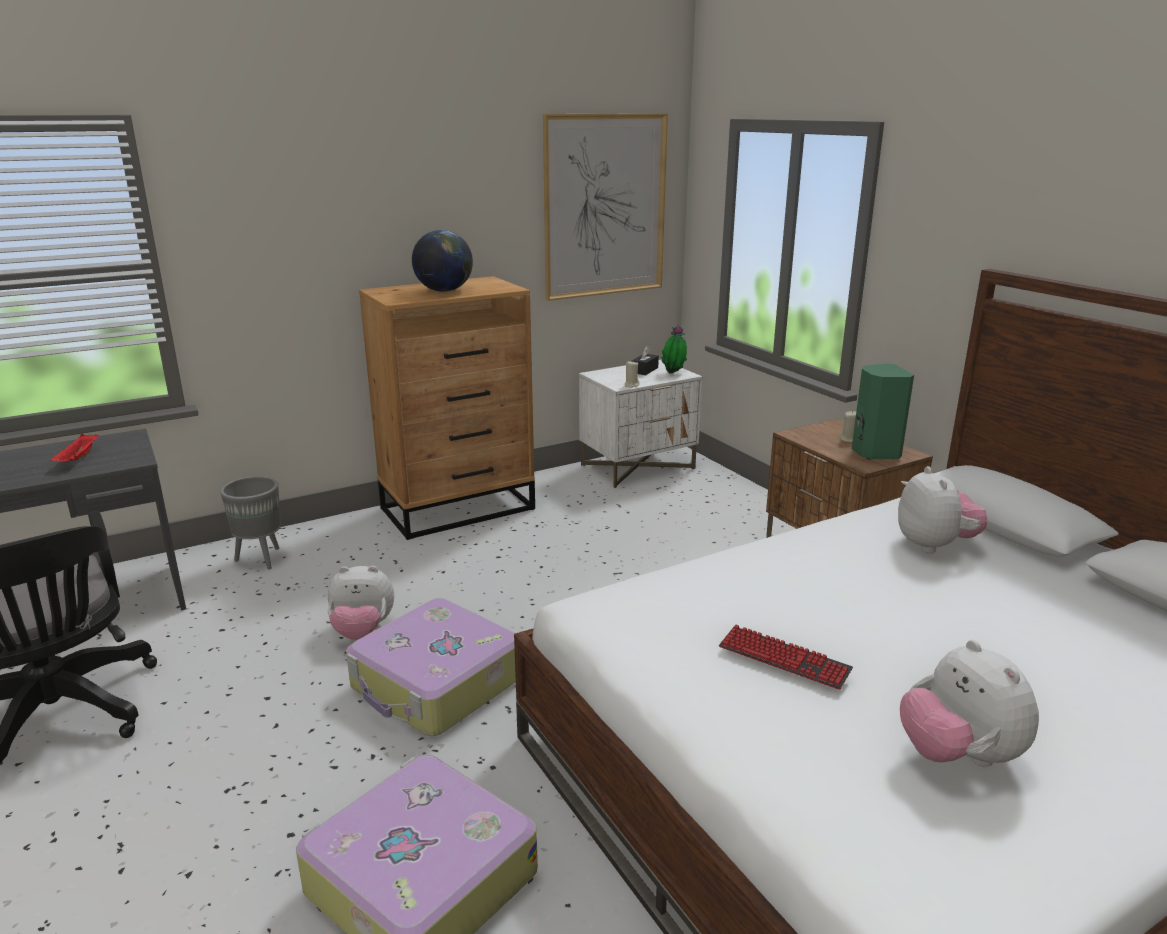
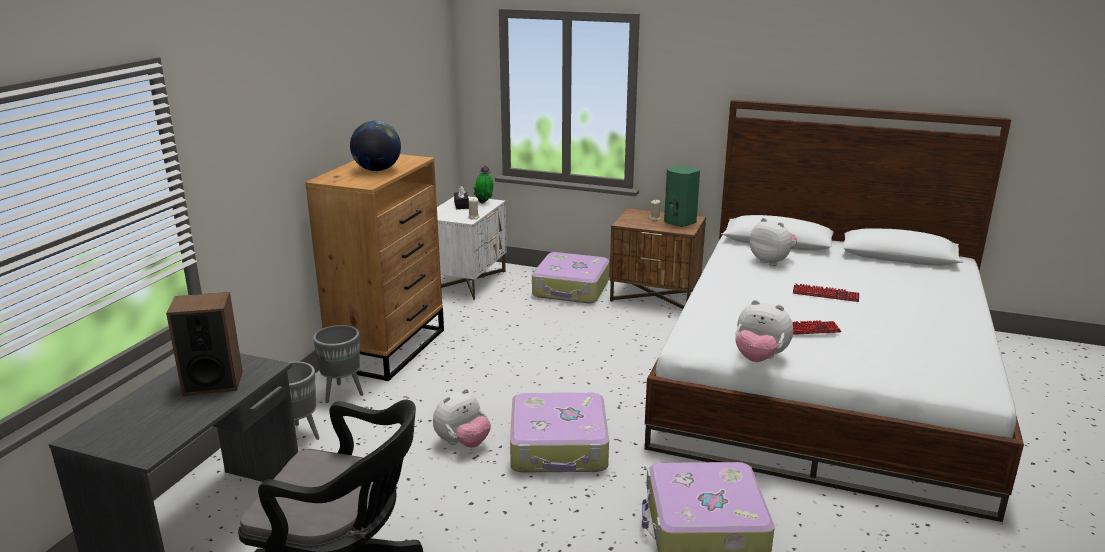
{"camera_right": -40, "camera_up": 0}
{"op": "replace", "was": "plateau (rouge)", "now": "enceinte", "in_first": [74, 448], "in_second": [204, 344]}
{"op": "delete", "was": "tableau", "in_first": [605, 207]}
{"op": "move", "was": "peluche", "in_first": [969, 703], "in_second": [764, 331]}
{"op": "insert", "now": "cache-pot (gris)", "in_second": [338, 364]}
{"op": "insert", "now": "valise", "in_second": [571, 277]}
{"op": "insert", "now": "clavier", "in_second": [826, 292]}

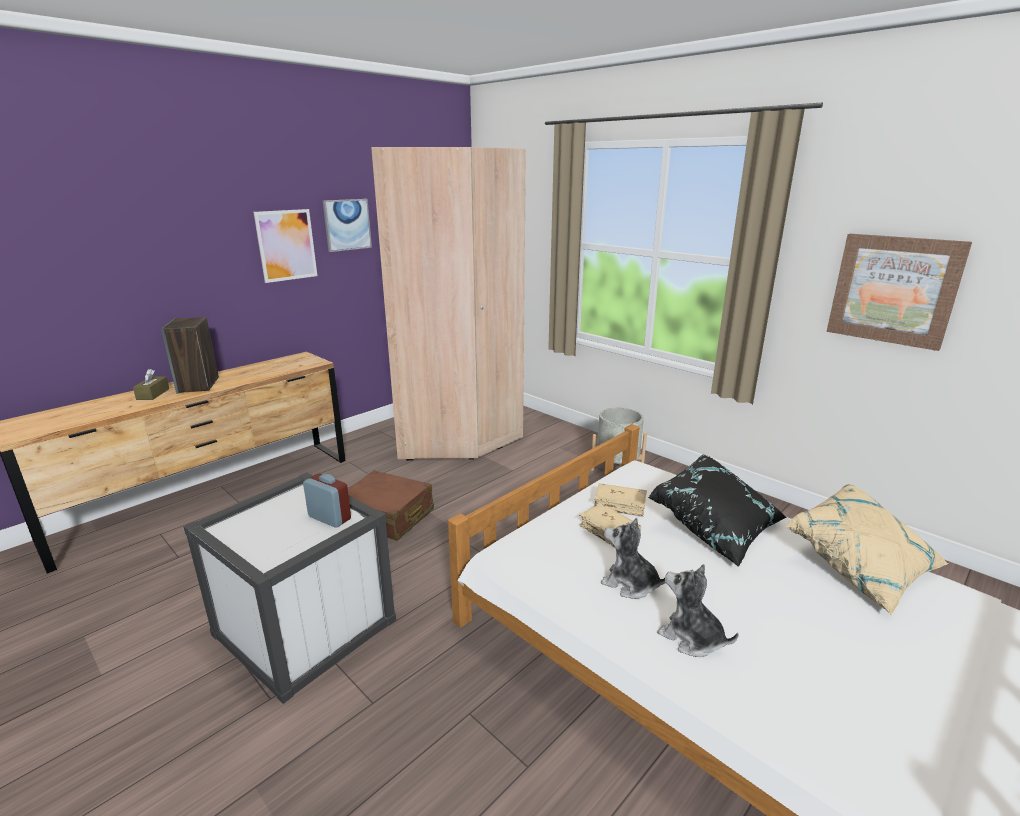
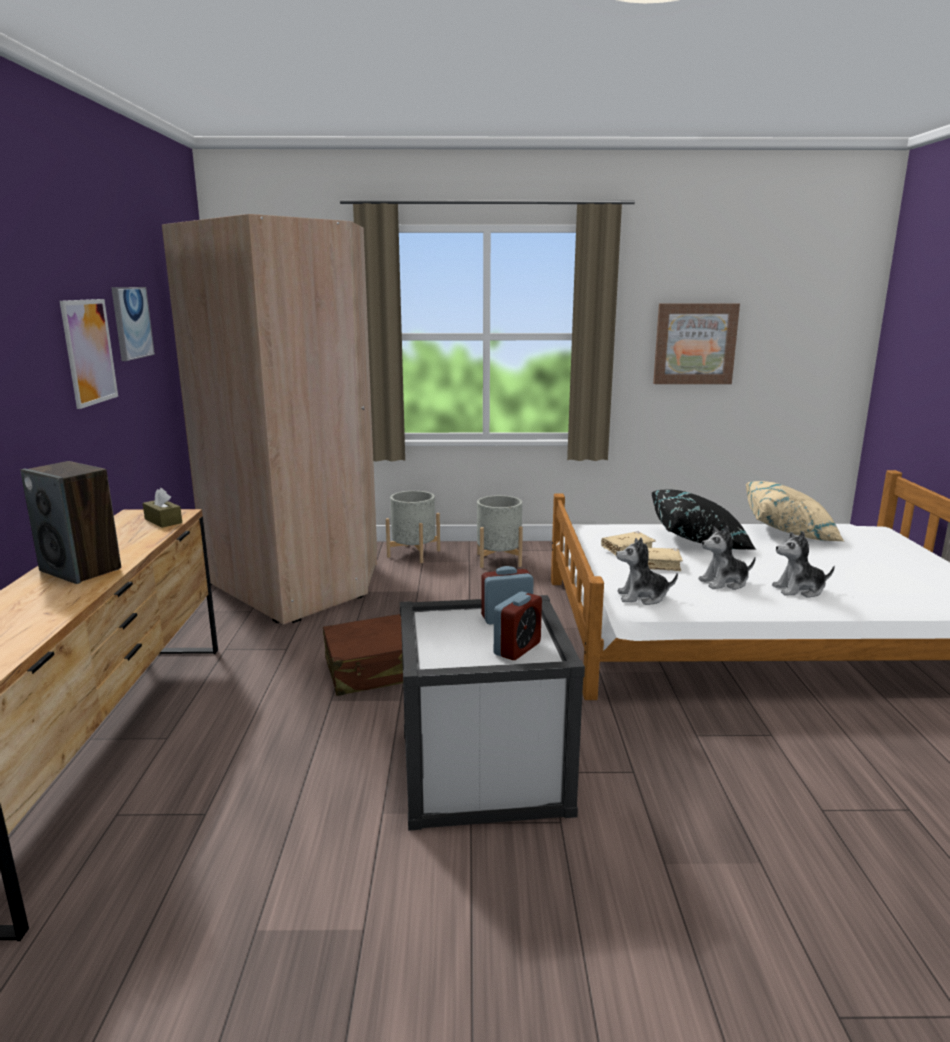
{"camera_right": -45, "camera_up": -5}
{"op": "move", "was": "boîte à mouchoirs (marron)", "in_first": [151, 384], "in_second": [162, 508]}
{"op": "insert", "now": "cache-pot (gris)", "in_second": [413, 527]}
{"op": "insert", "now": "réveil", "in_second": [518, 625]}
{"op": "insert", "now": "peluche", "in_second": [647, 571]}

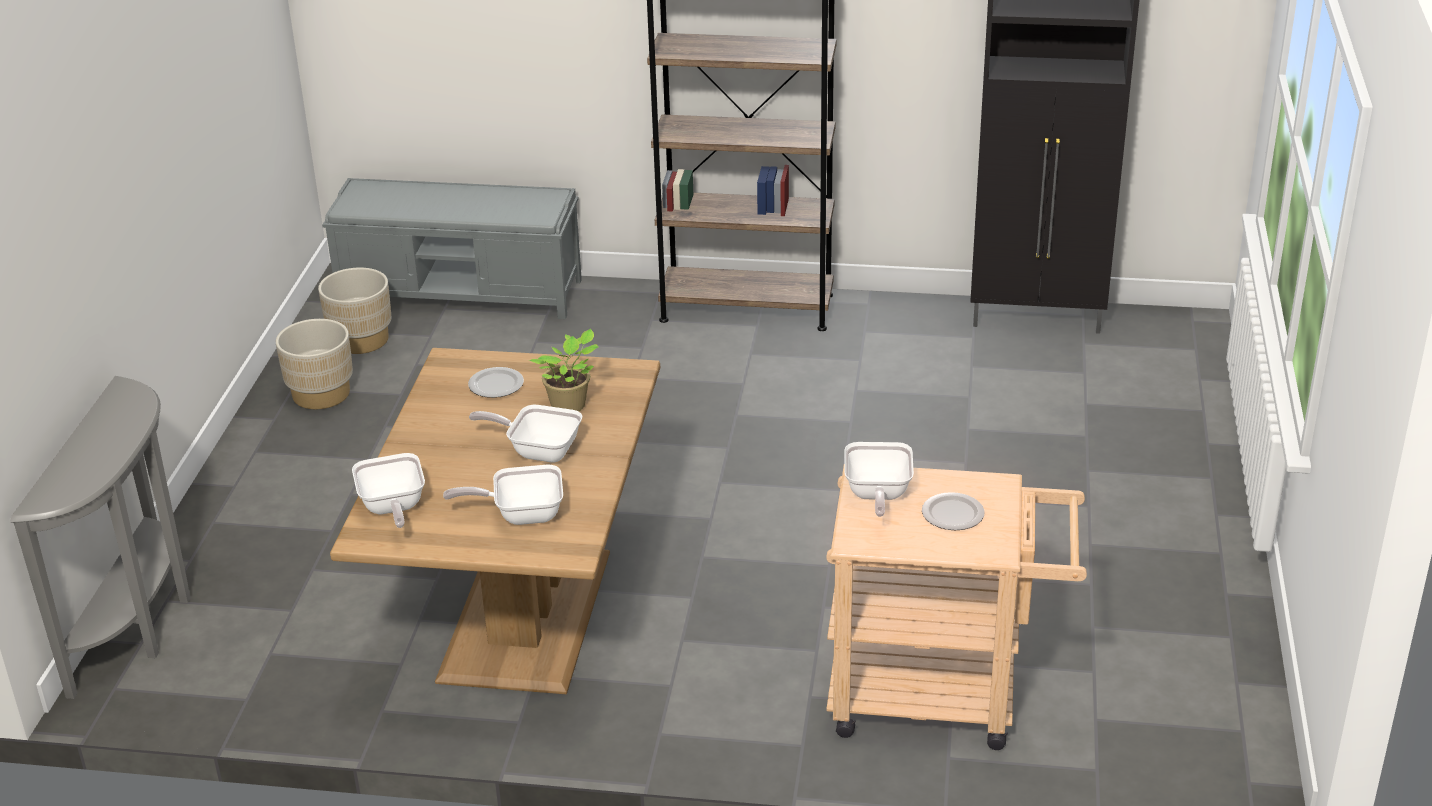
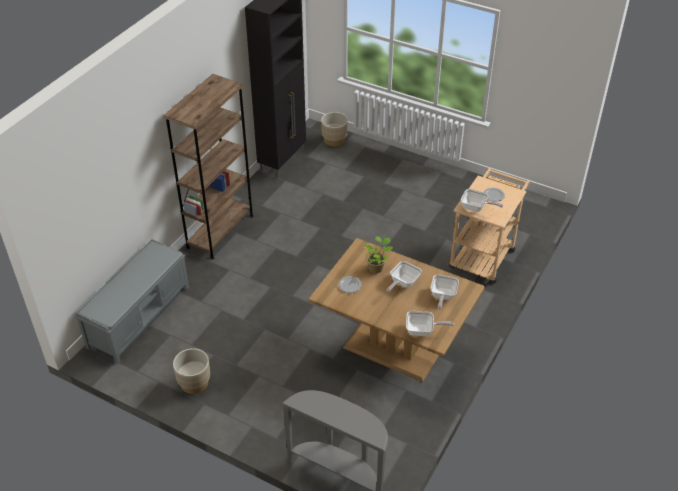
{"camera_right": -70, "camera_up": 10}
{"op": "move", "was": "cache-pot (beige)", "in_first": [355, 311], "in_second": [334, 129]}

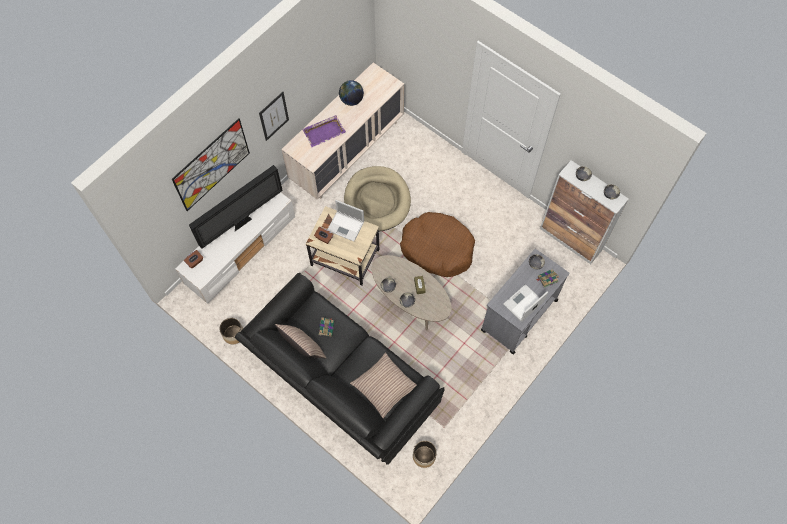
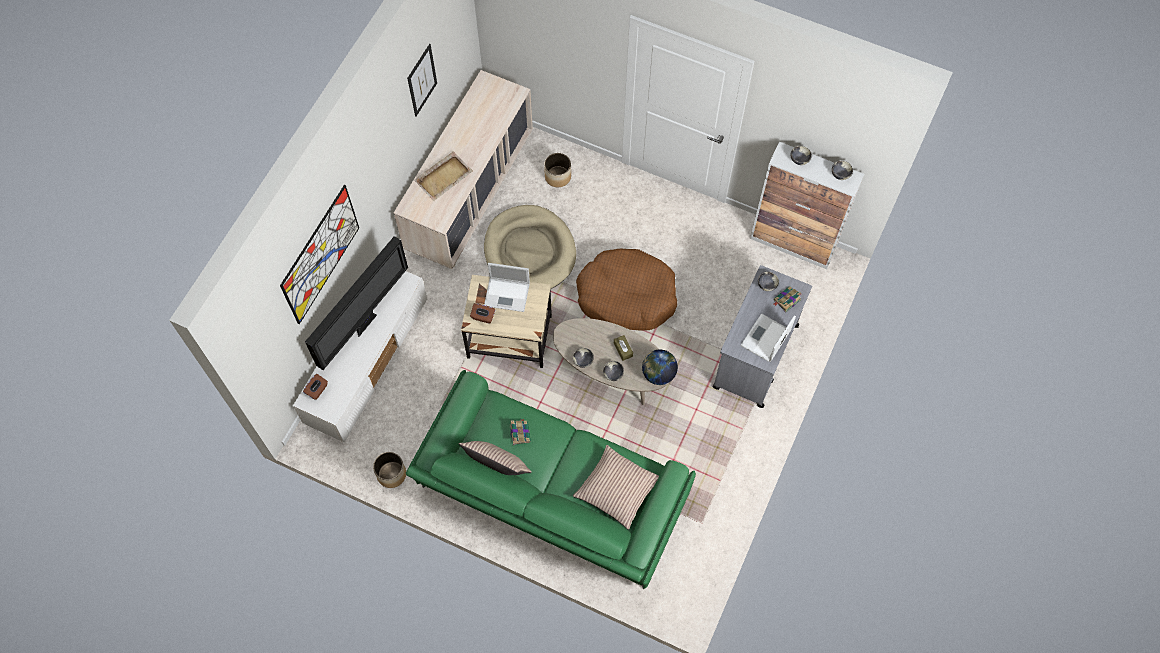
{"camera_right": -15, "camera_up": 0}
{"op": "recolor", "was": "canapé (noir)", "now": "canapé (vert)", "in_first": [339, 369], "in_second": [551, 479]}
{"op": "move", "was": "tableau", "in_first": [274, 116], "in_second": [422, 80]}
{"op": "recolor", "was": "plateau (violet)", "now": "plateau (beige)", "in_first": [324, 131], "in_second": [443, 176]}
{"op": "move", "was": "globe", "in_first": [351, 93], "in_second": [660, 367]}
{"op": "move", "was": "cache-pot", "in_first": [425, 454], "in_second": [557, 170]}

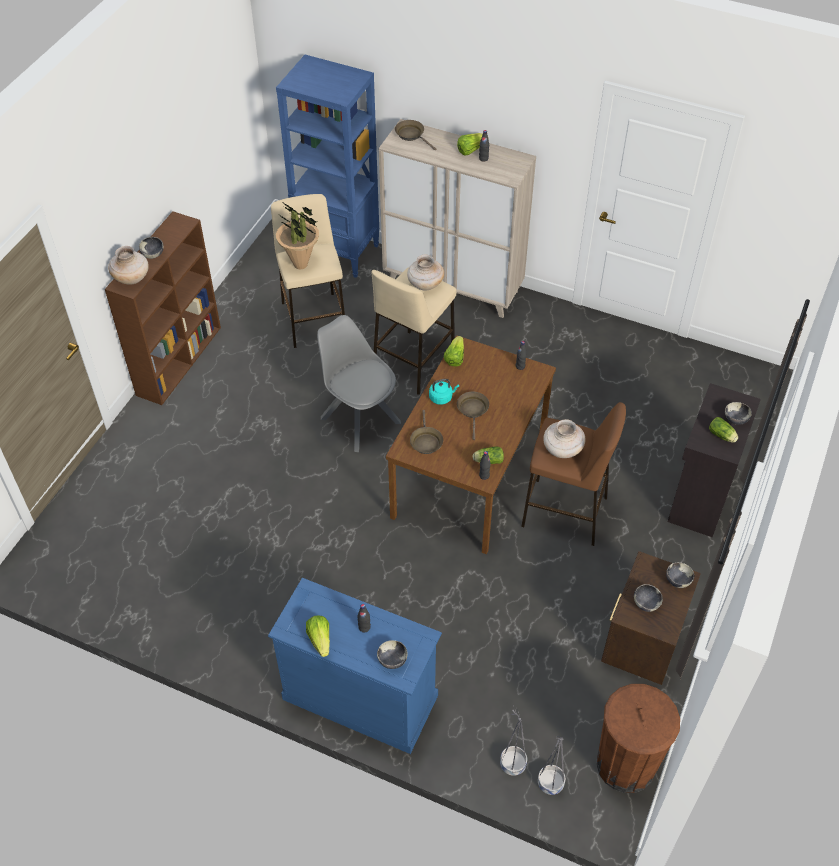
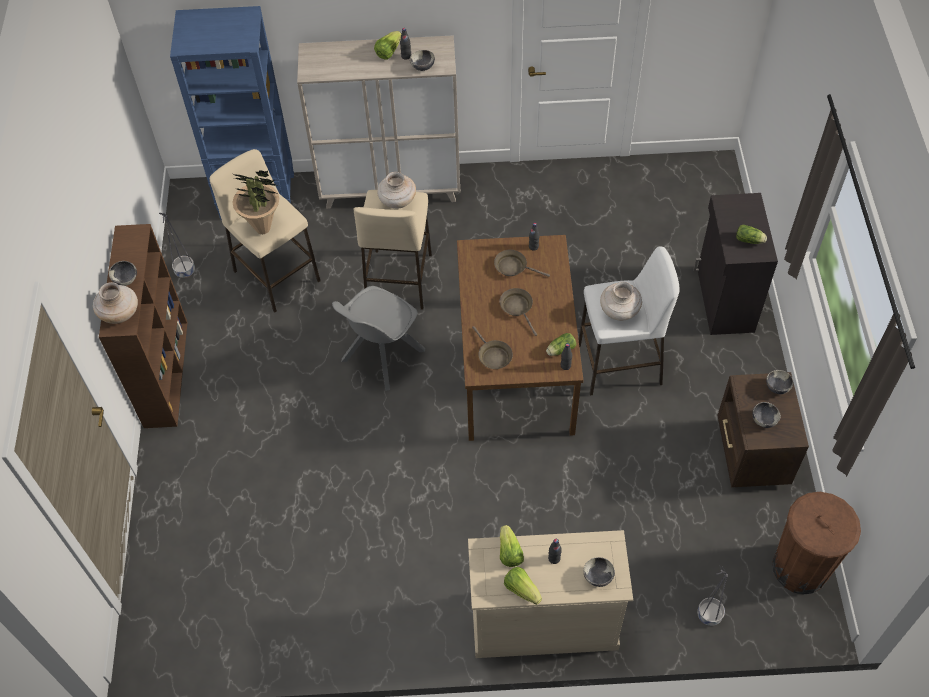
{"camera_right": -25, "camera_up": 5}
{"op": "recolor", "was": "commode (bleu)", "now": "commode (beige)", "in_first": [355, 666], "in_second": [550, 594]}
{"op": "rotate", "was": "chaise (gris)", "in_first": [359, 383], "in_second": [378, 338], "clockwise": -75}
{"op": "move", "was": "poêle (marron)", "in_first": [415, 135], "in_second": [522, 263]}
{"op": "delete", "was": "bouilloire (turquoise)", "in_first": [444, 392]}
{"op": "move", "was": "laitue", "in_first": [454, 351], "in_second": [512, 546]}
{"op": "recolor", "was": "tabouret (marron)", "now": "tabouret (blanc)", "in_first": [573, 474], "in_second": [629, 321]}
{"op": "move", "was": "cache-pot (gris)", "in_first": [552, 765], "in_second": [177, 245]}
{"op": "move", "was": "bol", "in_first": [738, 413], "in_second": [422, 60]}

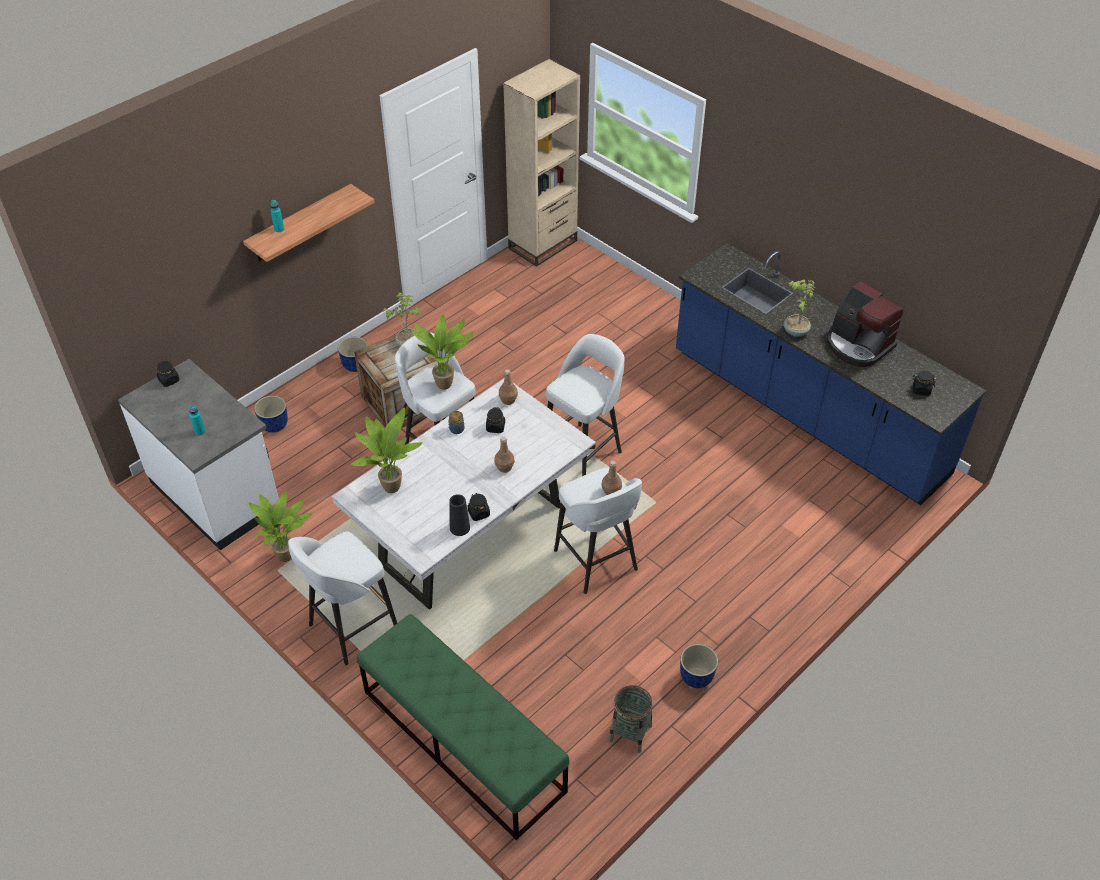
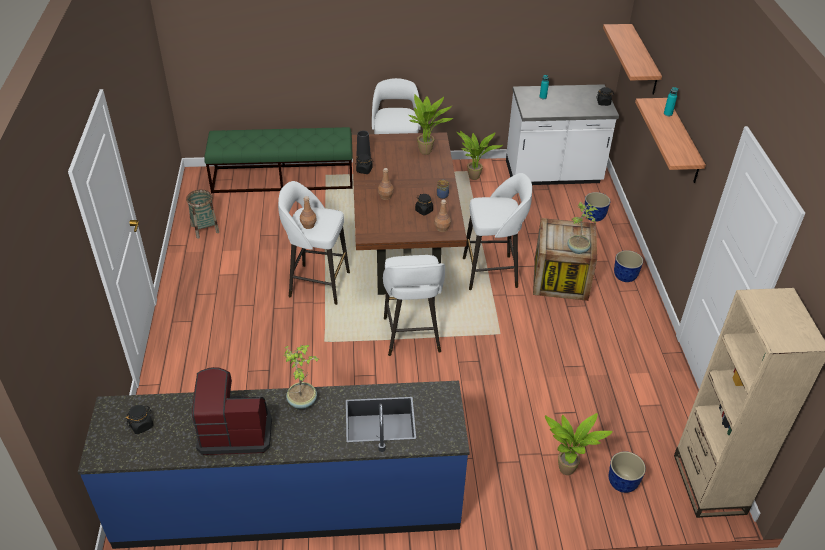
{"camera_right": 130, "camera_up": -5}
{"op": "recolor", "was": "table à manger (blanc)", "now": "table à manger (marron)", "in_first": [464, 494], "in_second": [409, 213]}
{"op": "move", "was": "plante en pot", "in_first": [442, 352], "in_second": [579, 444]}
{"op": "move", "was": "cache-pot", "in_first": [699, 666], "in_second": [627, 472]}
{"op": "insert", "now": "étagère", "in_second": [632, 59]}

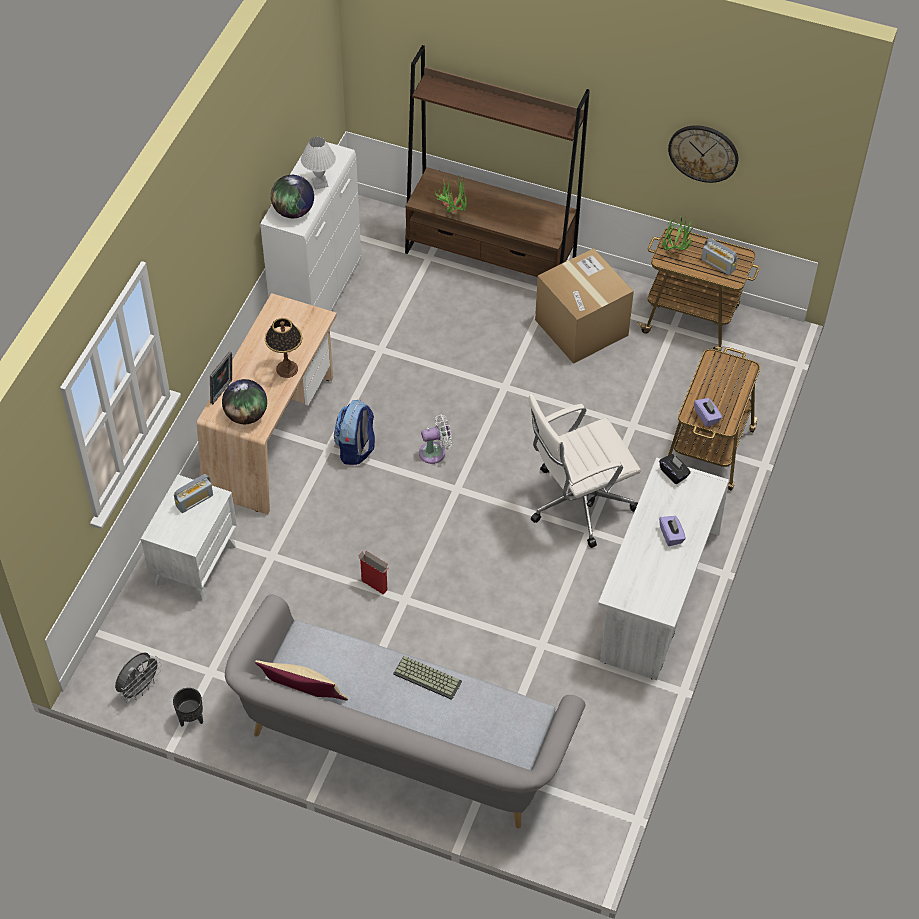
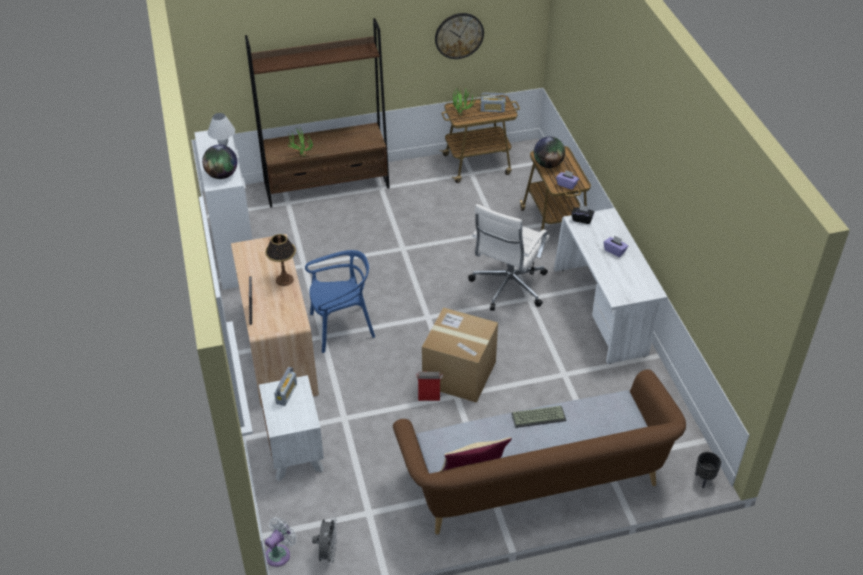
{"camera_right": -35, "camera_up": -10}
{"op": "move", "was": "cache-pot (noir)", "in_first": [188, 707], "in_second": [708, 470]}
{"op": "move", "was": "globe", "in_first": [244, 401], "in_second": [549, 152]}
{"op": "recolor", "was": "canapé (gris)", "now": "canapé (marron)", "in_first": [405, 712], "in_second": [539, 451]}
{"op": "replace", "was": "sac à dos", "now": "chaise (bleu)", "in_first": [354, 432], "in_second": [340, 301]}
{"op": "move", "was": "ventilateur (blanc)", "in_first": [435, 439], "in_second": [280, 542]}
{"op": "move", "was": "carton", "in_first": [584, 306], "in_second": [460, 355]}

